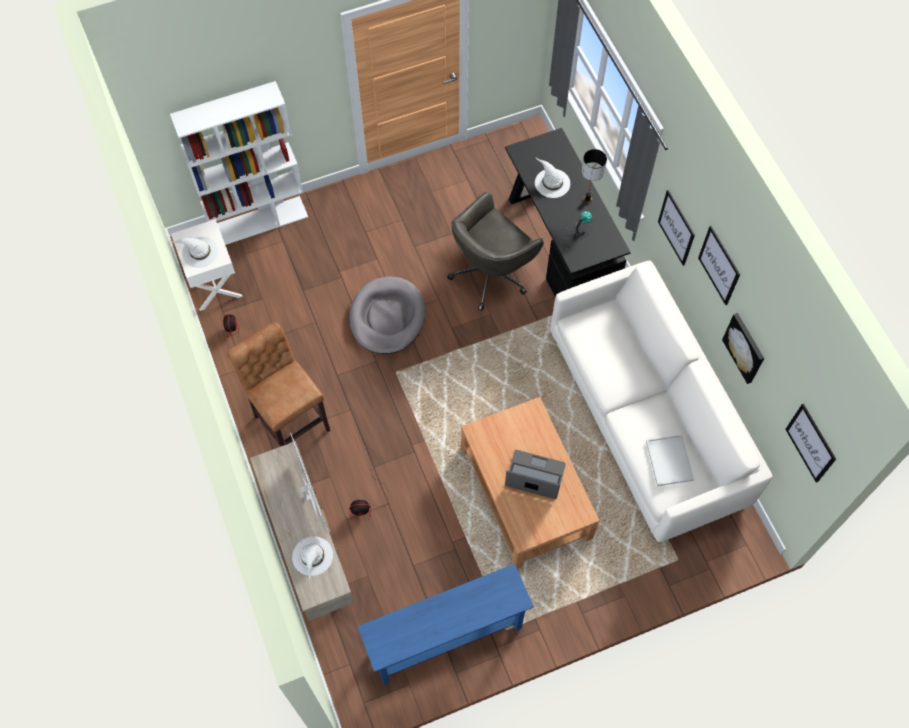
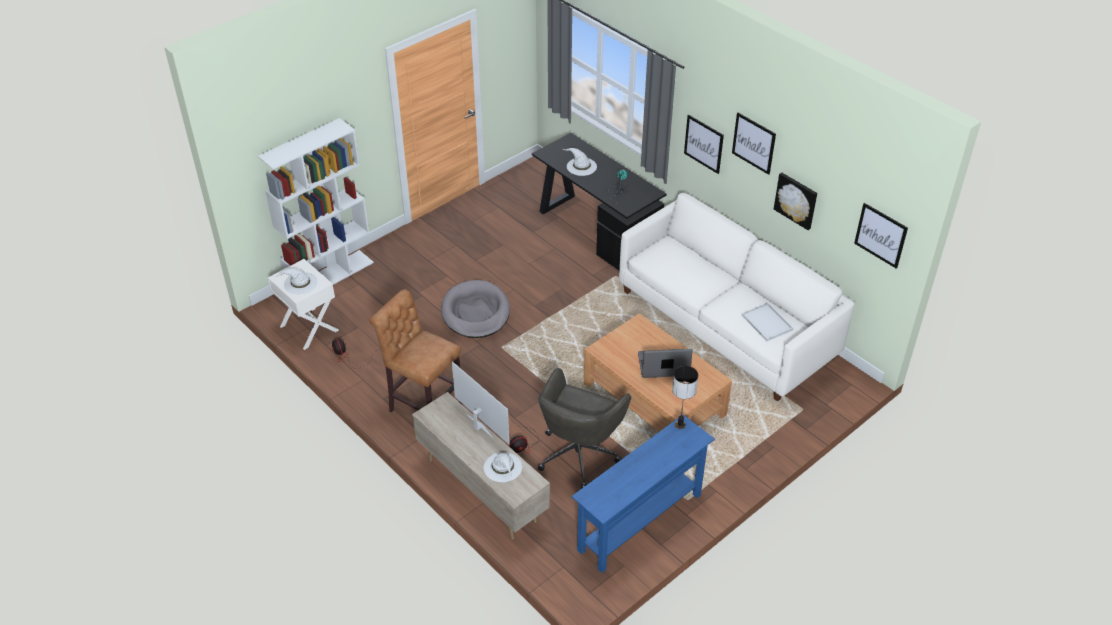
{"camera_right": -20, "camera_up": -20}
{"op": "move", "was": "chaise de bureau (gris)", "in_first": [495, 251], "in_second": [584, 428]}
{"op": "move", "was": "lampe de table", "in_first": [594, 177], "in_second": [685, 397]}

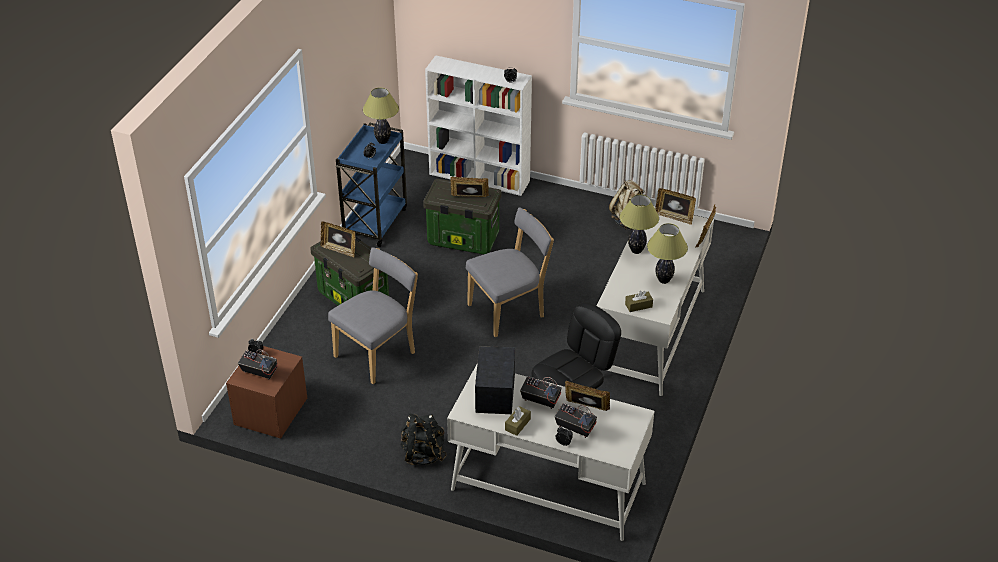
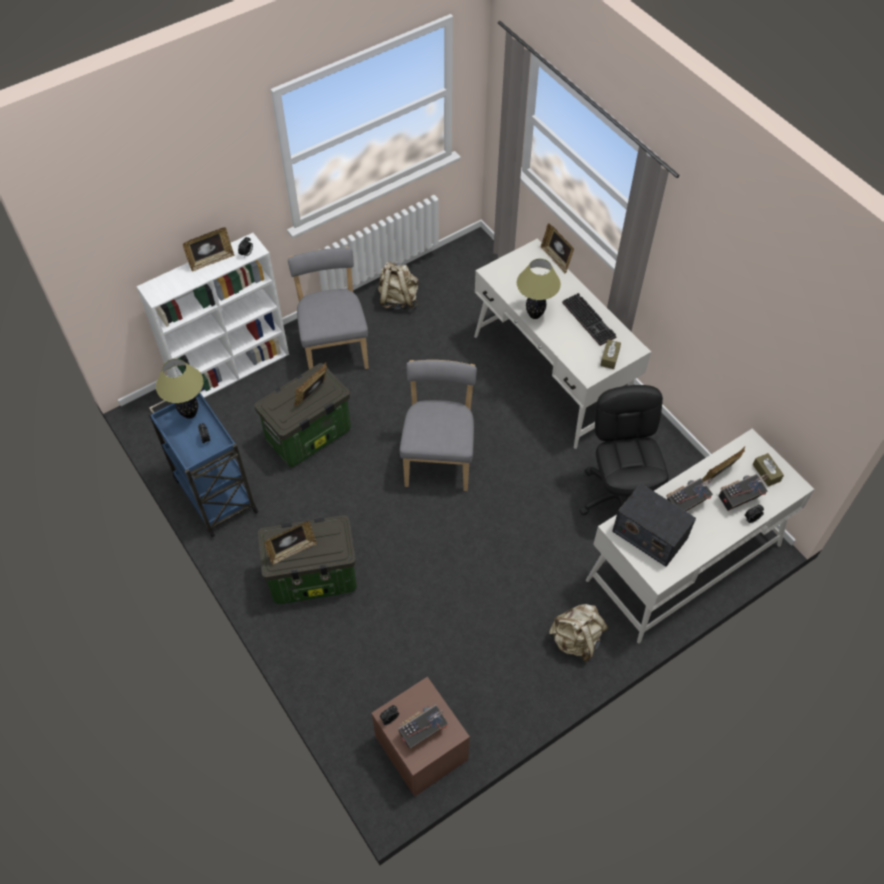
{"camera_right": -55, "camera_up": 15}
{"op": "move", "was": "chaise (gris)", "in_first": [373, 315], "in_second": [328, 308]}
{"op": "recolor", "was": "sac à dos (noir)", "now": "sac à dos (beige)", "in_first": [423, 439], "in_second": [578, 632]}
{"op": "move", "was": "boîte à mouchoirs (marron)", "in_first": [518, 421], "in_second": [768, 469]}
{"op": "replace", "was": "lampe de table", "now": "clavier", "in_first": [667, 253], "in_second": [589, 319]}
{"op": "move", "was": "cadre photo", "in_first": [675, 206], "in_second": [209, 249]}

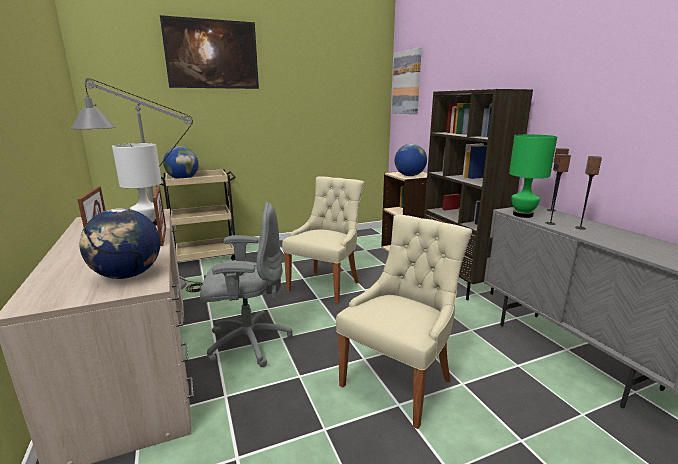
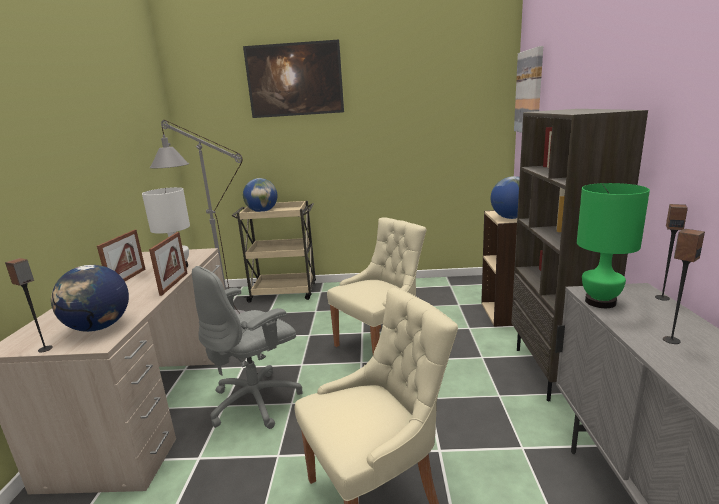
{"camera_right": 25, "camera_up": 0}
{"op": "rotate", "was": "chaise de bureau (gris)", "in_first": [246, 284], "in_second": [247, 347], "clockwise": 120}
{"op": "move", "was": "enceinte", "in_first": [558, 189], "in_second": [29, 305]}

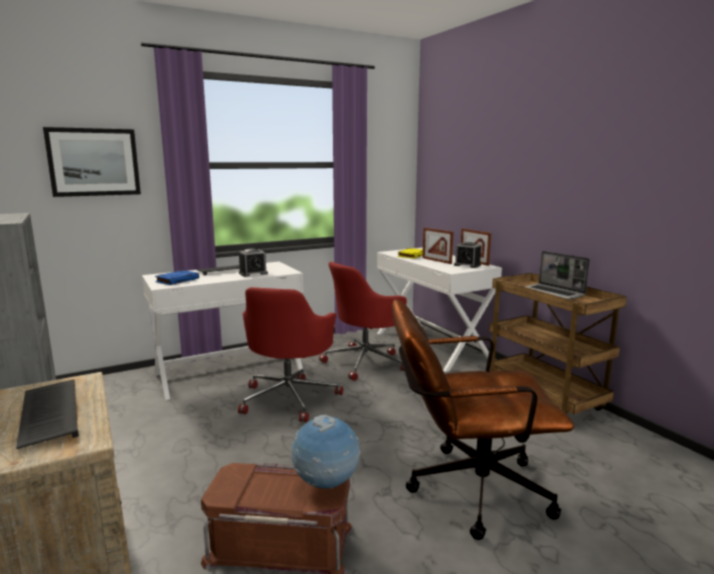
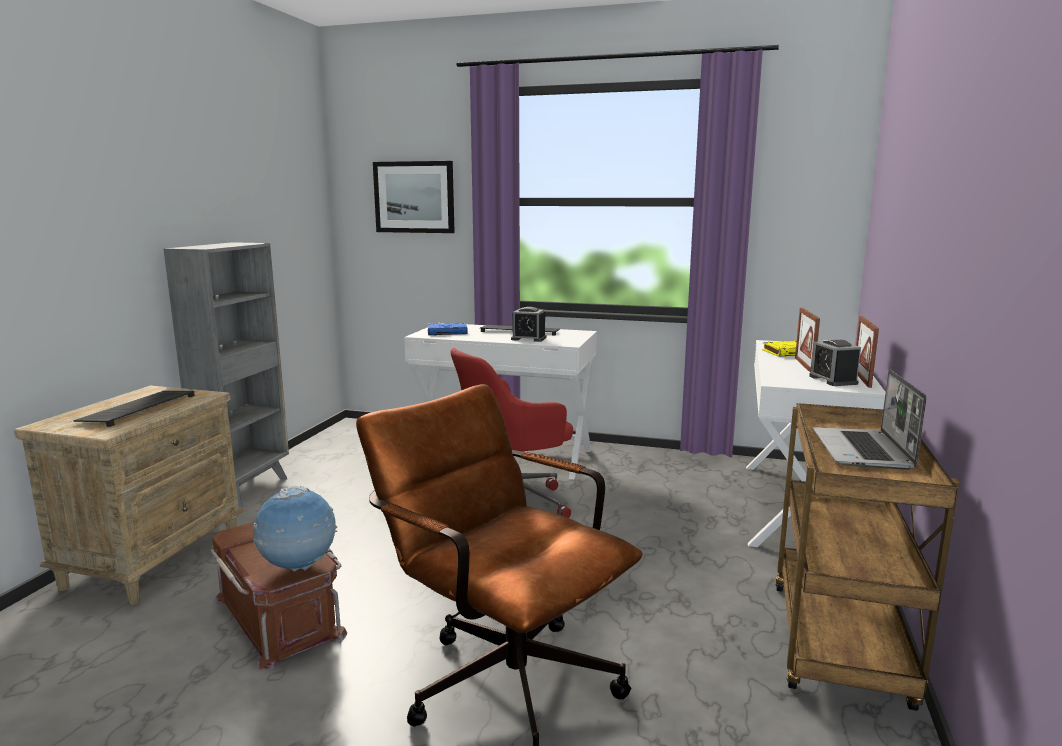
{"camera_right": 45, "camera_up": 0}
{"op": "delete", "was": "chaise de bureau (rouge)", "in_first": [363, 321]}

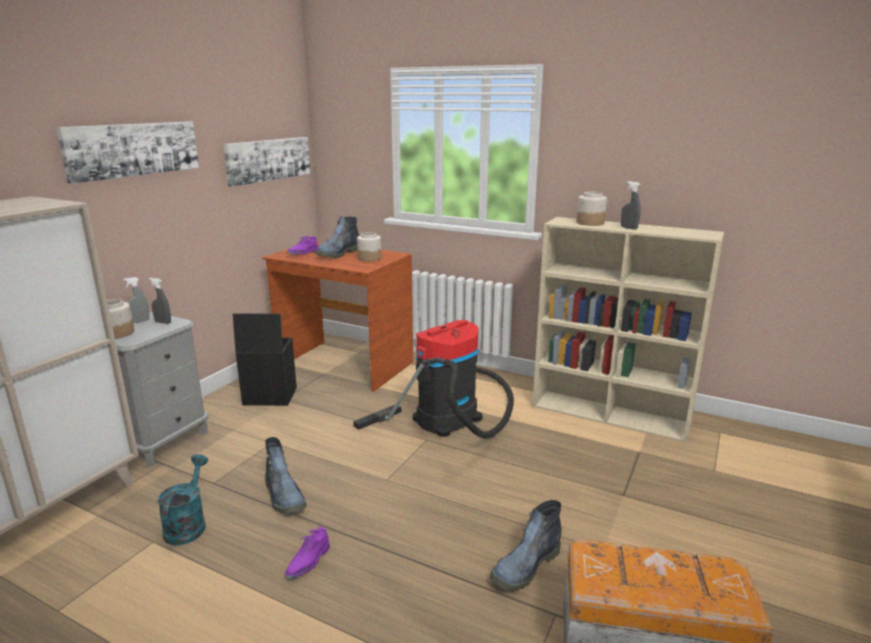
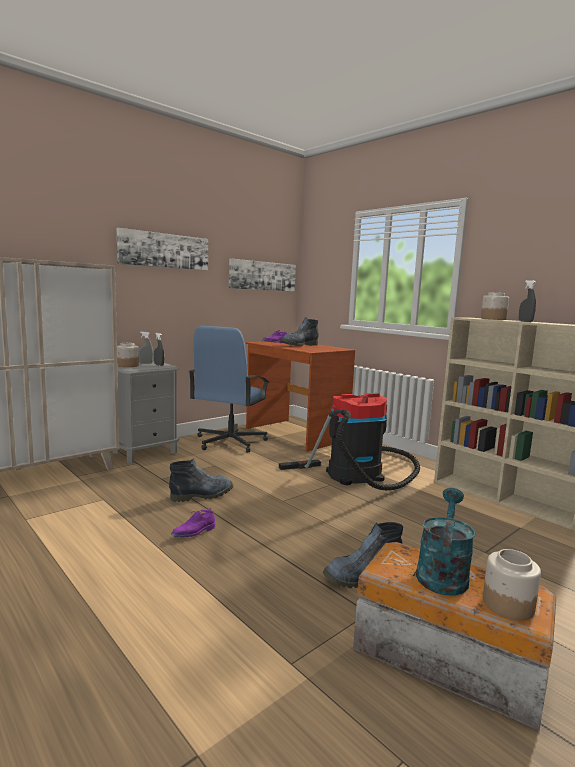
{"camera_right": 20, "camera_up": -10}
{"op": "move", "was": "arrosoir (turquoise)", "in_first": [183, 500], "in_second": [445, 541]}
{"op": "replace", "was": "boîte de rangement (noir)", "now": "chaise de bureau (bleu)", "in_first": [265, 359], "in_second": [229, 389]}
{"op": "rotate", "was": "botte", "in_first": [285, 475], "in_second": [201, 480], "clockwise": -105}
{"op": "move", "was": "bocal", "in_first": [369, 247], "in_second": [512, 585]}

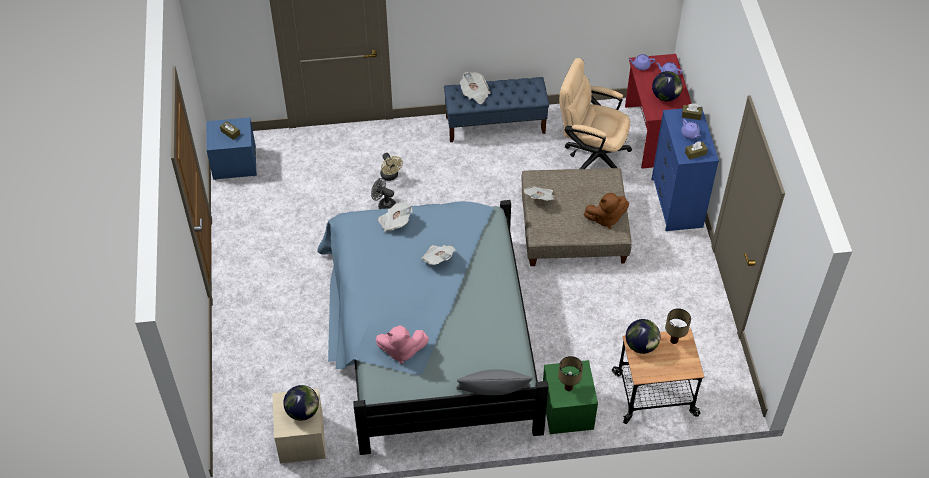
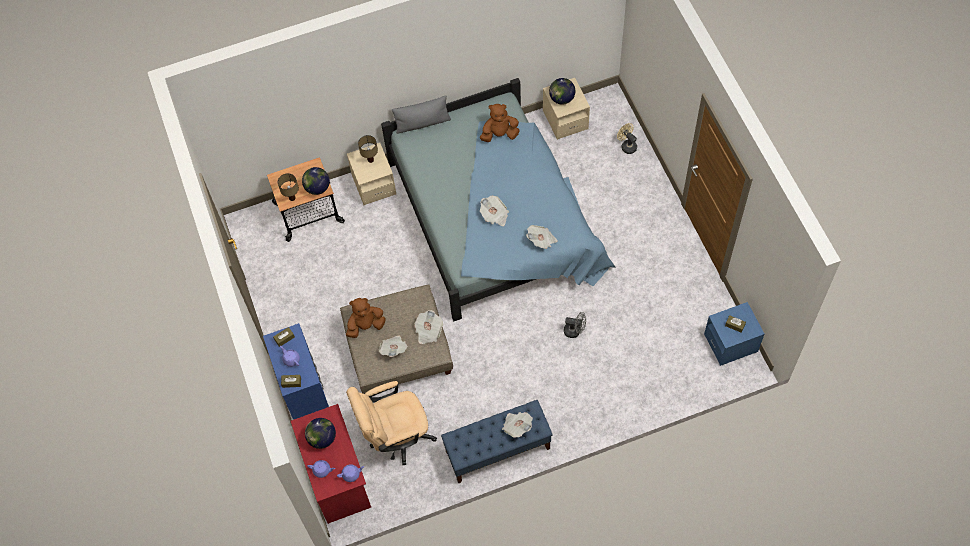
{"camera_right": 170, "camera_up": 10}
{"op": "recolor", "was": "peluche (rose)", "now": "peluche (marron)", "in_first": [402, 344], "in_second": [500, 123]}
{"op": "move", "was": "ventilateur (beige)", "in_first": [391, 167], "in_second": [627, 138]}
{"op": "recolor", "was": "table de chevet (vert)", "now": "table de chevet (beige)", "in_first": [570, 397], "in_second": [371, 174]}
{"op": "rotate", "was": "chaise de bureau (beige)", "in_first": [595, 113], "in_second": [391, 423], "clockwise": 150}
{"op": "insert", "now": "journal", "in_second": [393, 346]}

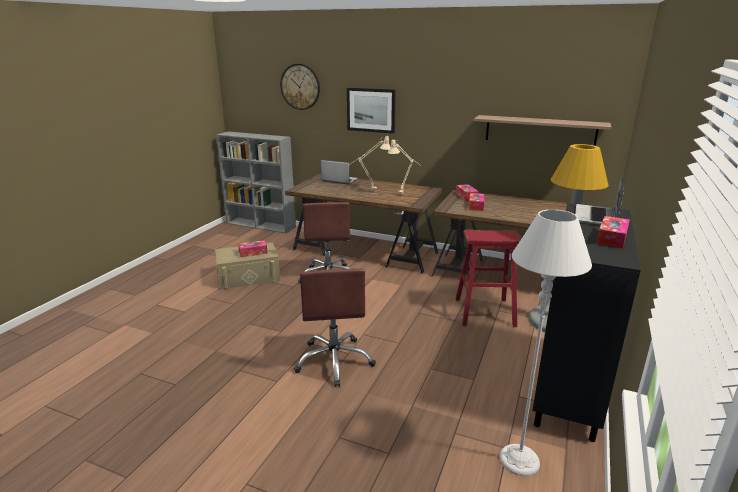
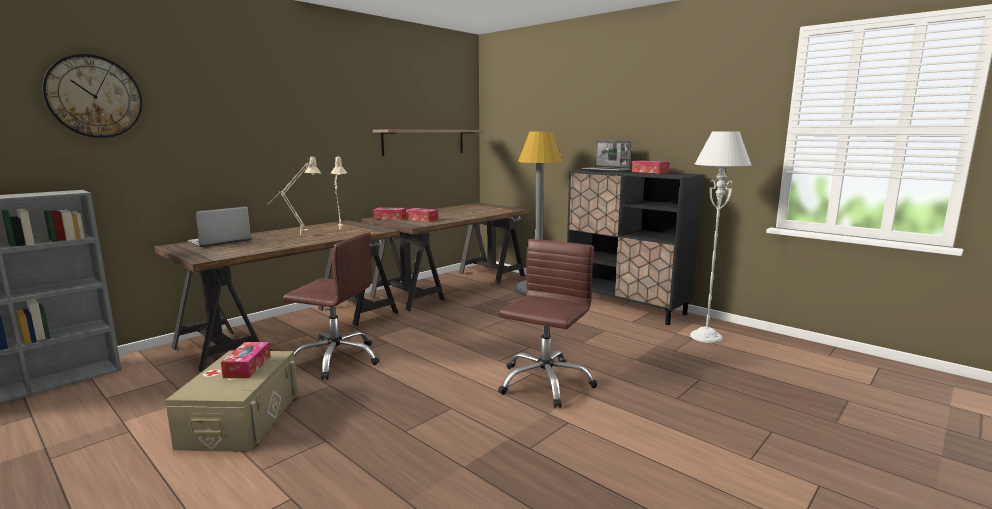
{"camera_right": -70, "camera_up": -10}
{"op": "rotate", "was": "chaise de bureau (marron)", "in_first": [335, 327], "in_second": [547, 323], "clockwise": -75}
{"op": "delete", "was": "tableau", "in_first": [371, 111]}
{"op": "delete", "was": "tabouret (rouge)", "in_first": [488, 278]}

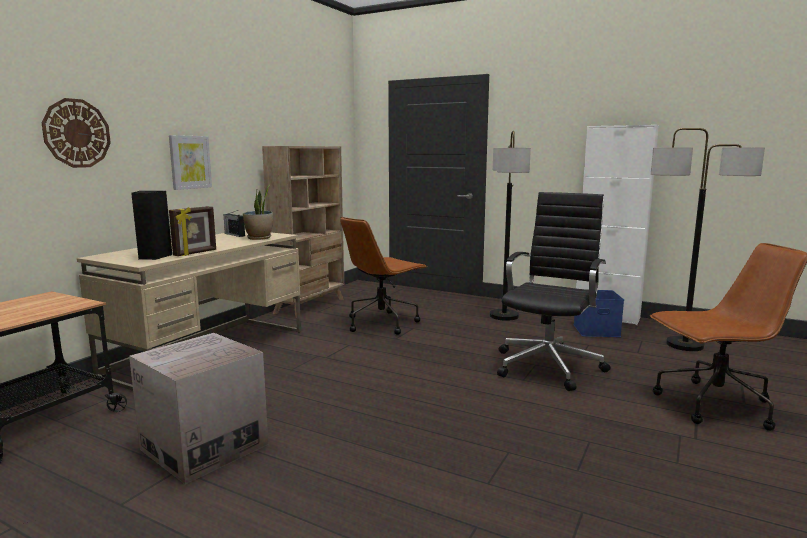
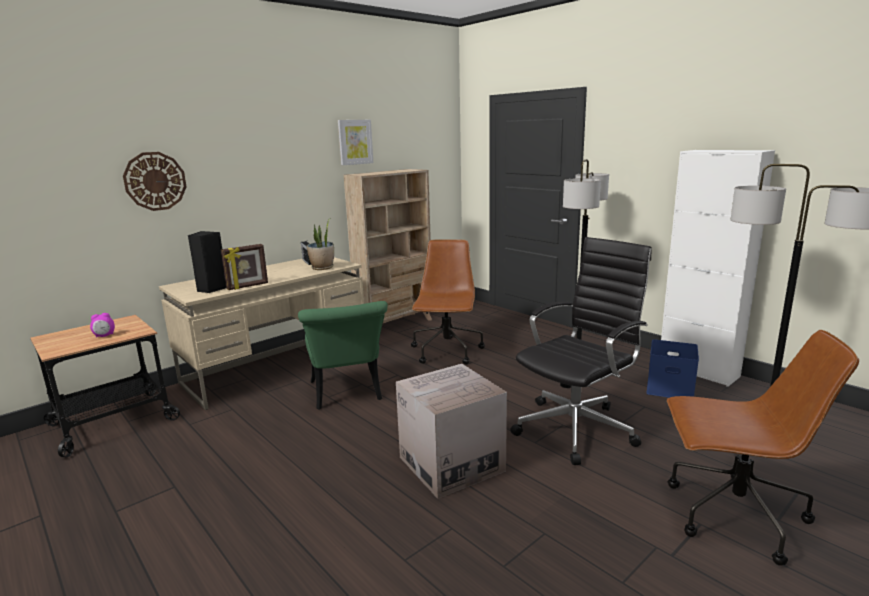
{"camera_right": 20, "camera_up": 5}
{"op": "move", "was": "carton", "in_first": [198, 408], "in_second": [451, 431]}
{"op": "move", "was": "tableau", "in_first": [190, 162], "in_second": [355, 142]}
{"op": "rotate", "was": "chaise de bureau (marron)", "in_first": [383, 276], "in_second": [448, 301], "clockwise": 120}
{"op": "insert", "now": "réveil", "in_second": [102, 325]}
{"op": "insert", "now": "chaise (vert)", "in_second": [343, 355]}

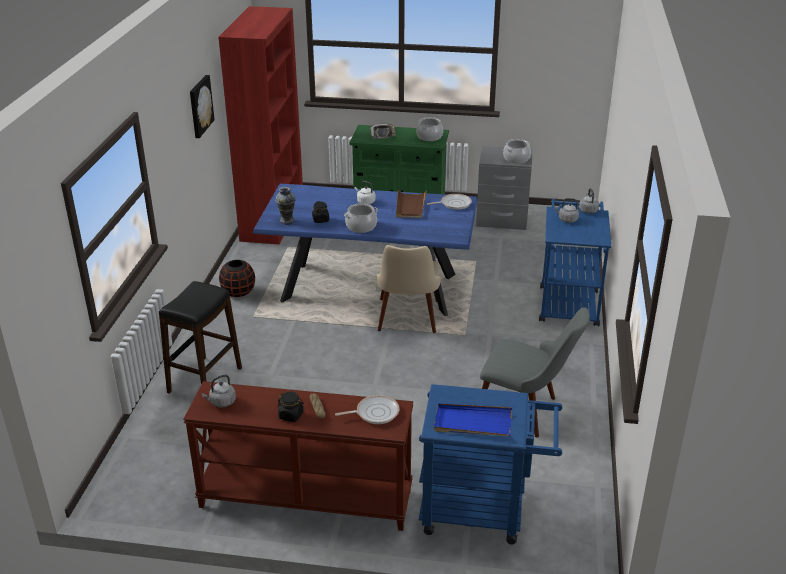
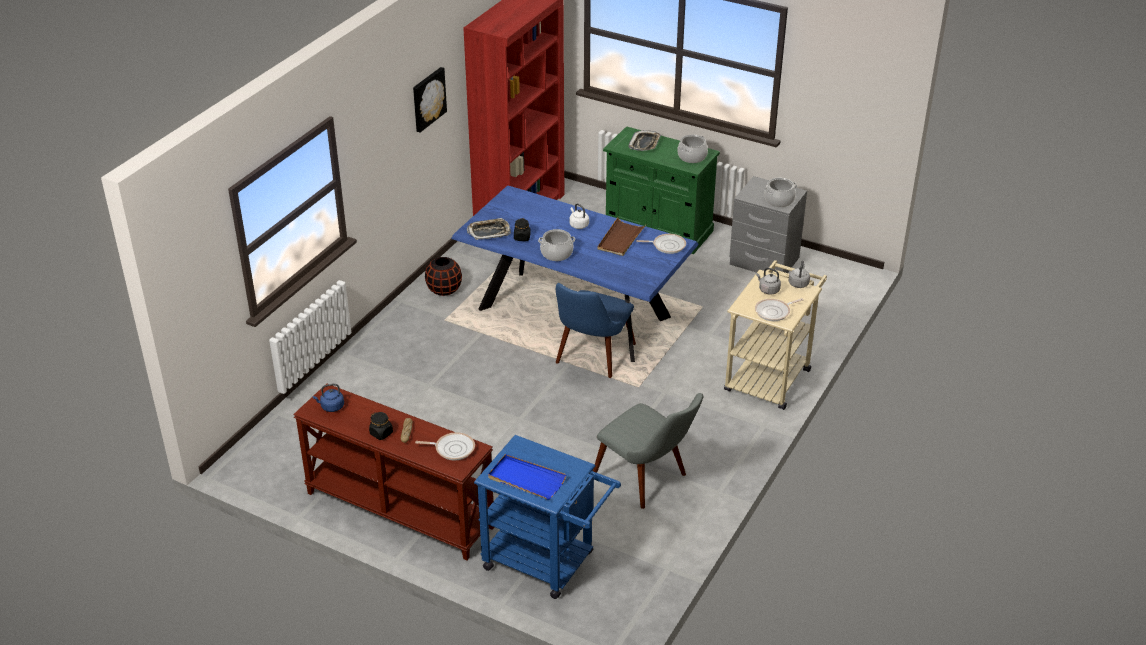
{"camera_right": 20, "camera_up": 5}
{"op": "delete", "was": "tabouret (noir)", "in_first": [200, 337]}
{"op": "recolor", "was": "bouilloire (gris)", "now": "bouilloire (bleu)", "in_first": [218, 391], "in_second": [328, 397]}
{"op": "replace", "was": "vase", "now": "plateau", "in_first": [285, 206], "in_second": [489, 229]}
{"op": "recolor", "was": "chaise (beige)", "now": "chaise (bleu)", "in_first": [409, 289], "in_second": [596, 330]}
{"op": "recolor", "was": "chariot (bleu)", "now": "chariot (beige)", "in_first": [575, 262], "in_second": [775, 335]}
{"op": "insert", "now": "poêle", "in_second": [779, 309]}

